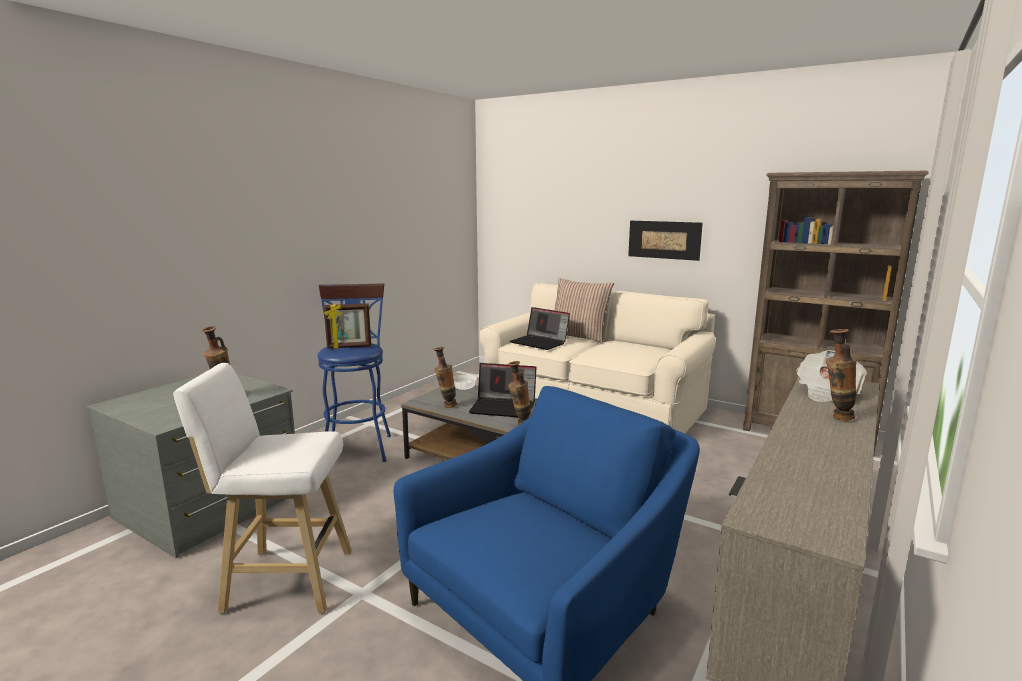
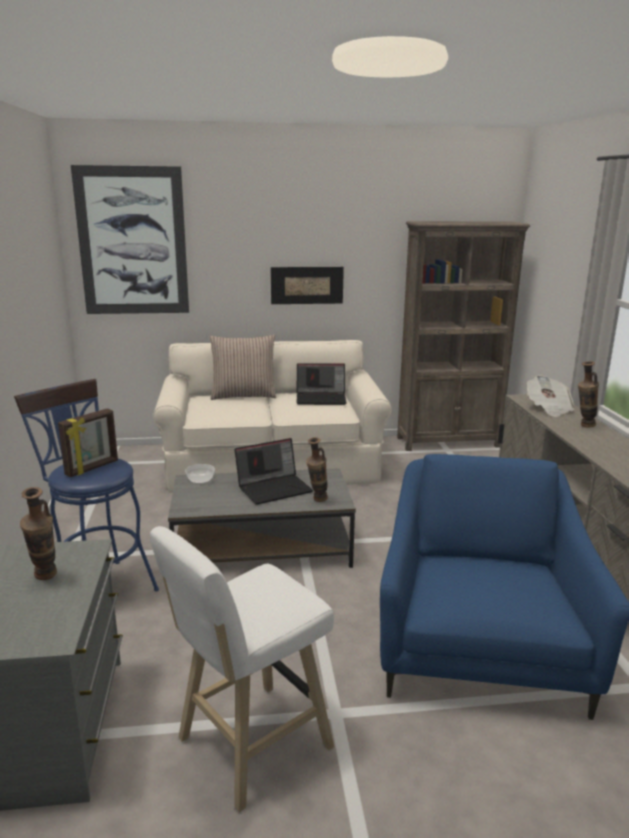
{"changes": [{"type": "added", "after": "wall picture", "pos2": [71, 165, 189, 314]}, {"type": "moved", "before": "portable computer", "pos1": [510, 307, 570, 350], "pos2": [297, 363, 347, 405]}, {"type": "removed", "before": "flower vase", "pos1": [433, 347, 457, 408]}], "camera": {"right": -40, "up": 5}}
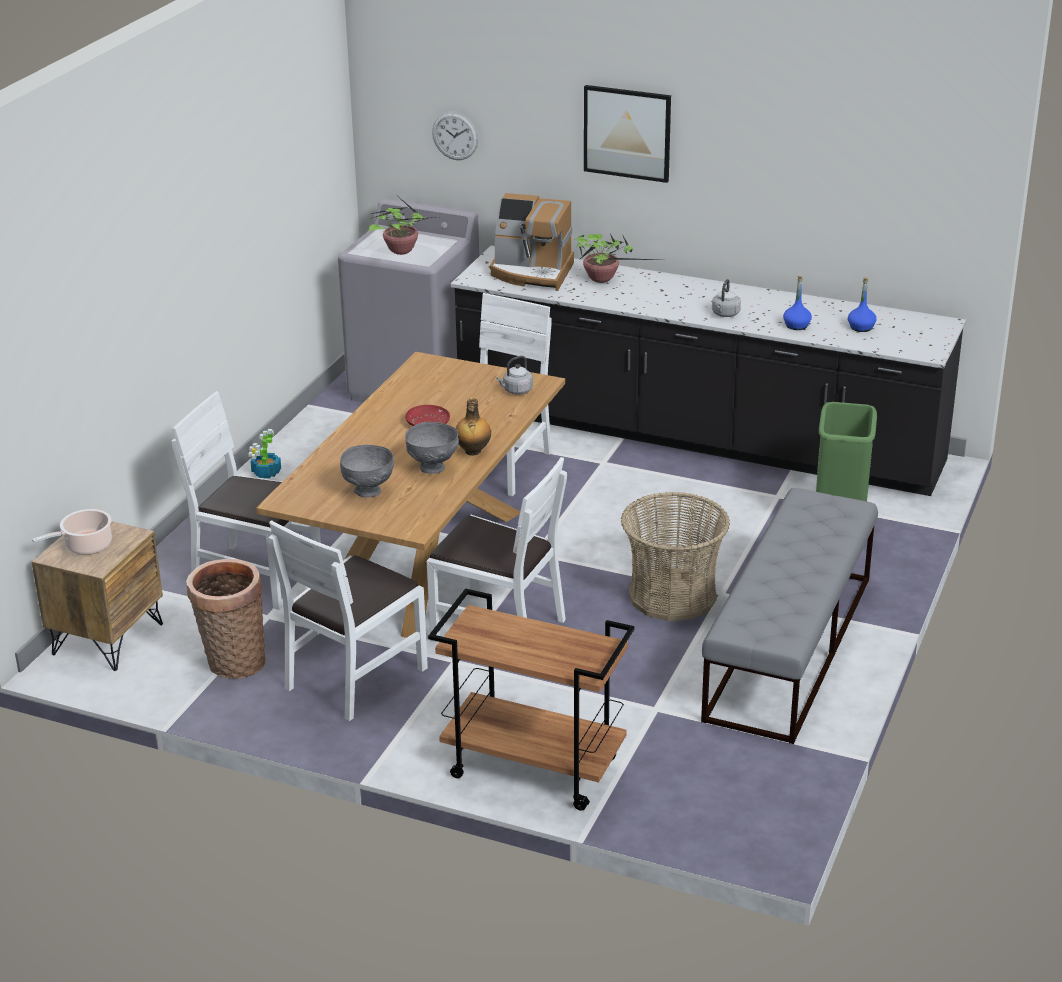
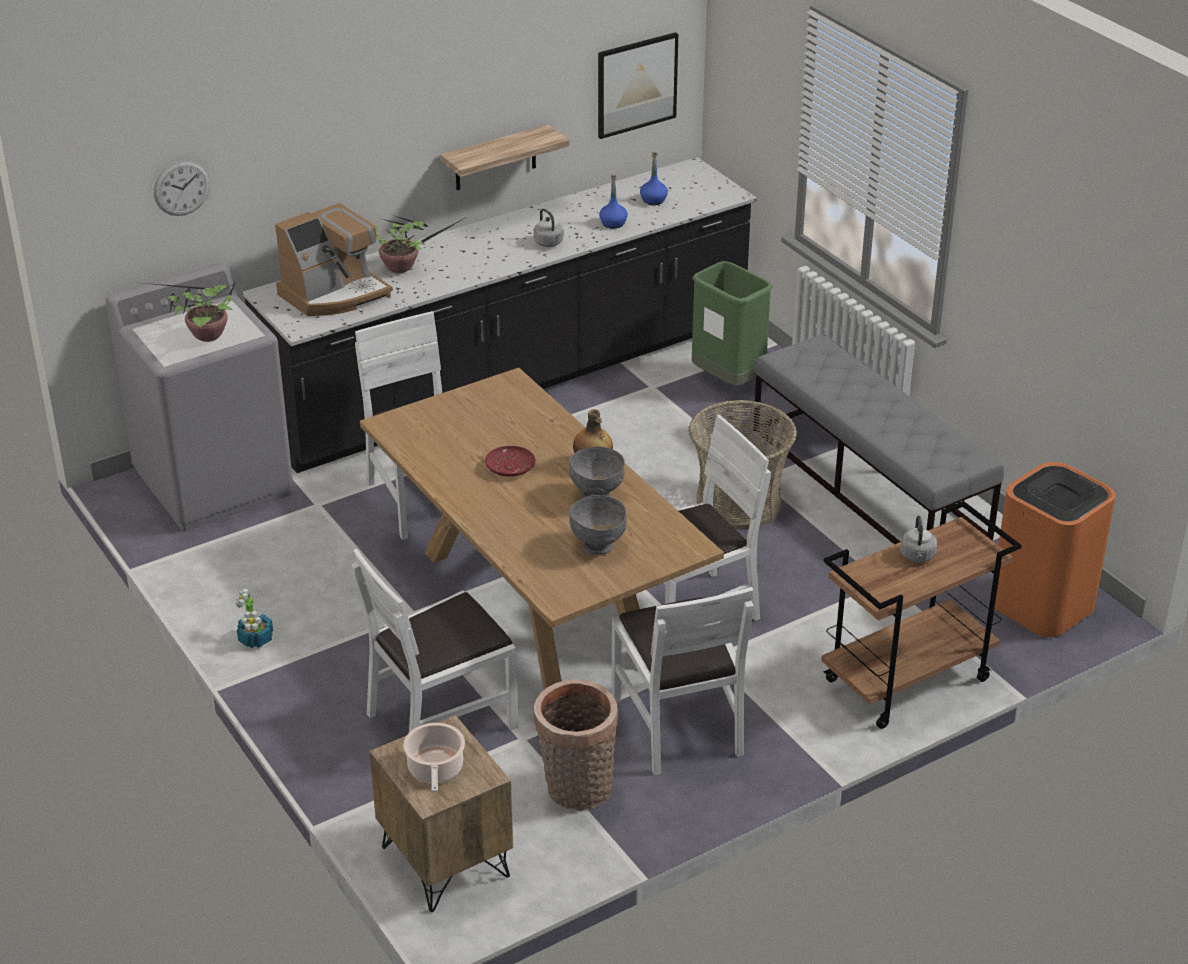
{"changes": [{"type": "added", "after": "wall shelf", "pos2": [440, 124, 570, 190]}, {"type": "moved", "before": "wall picture", "pos1": [584, 85, 671, 183], "pos2": [598, 32, 678, 139]}, {"type": "moved", "before": "gray kettle", "pos1": [496, 356, 533, 395], "pos2": [900, 515, 937, 563]}, {"type": "added", "after": "orange-coloured trash can", "pos2": [994, 462, 1116, 637]}], "camera": {"right": -55, "up": 5}}
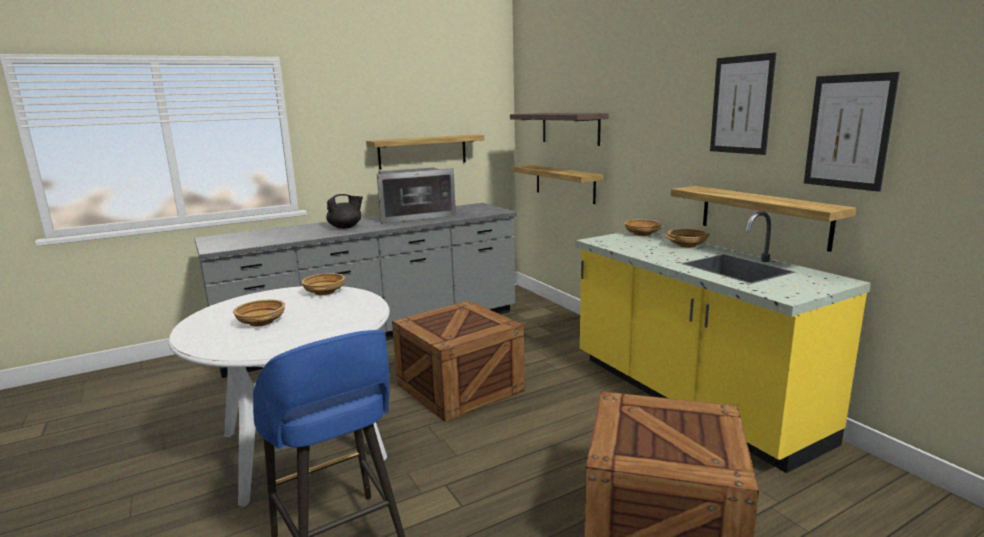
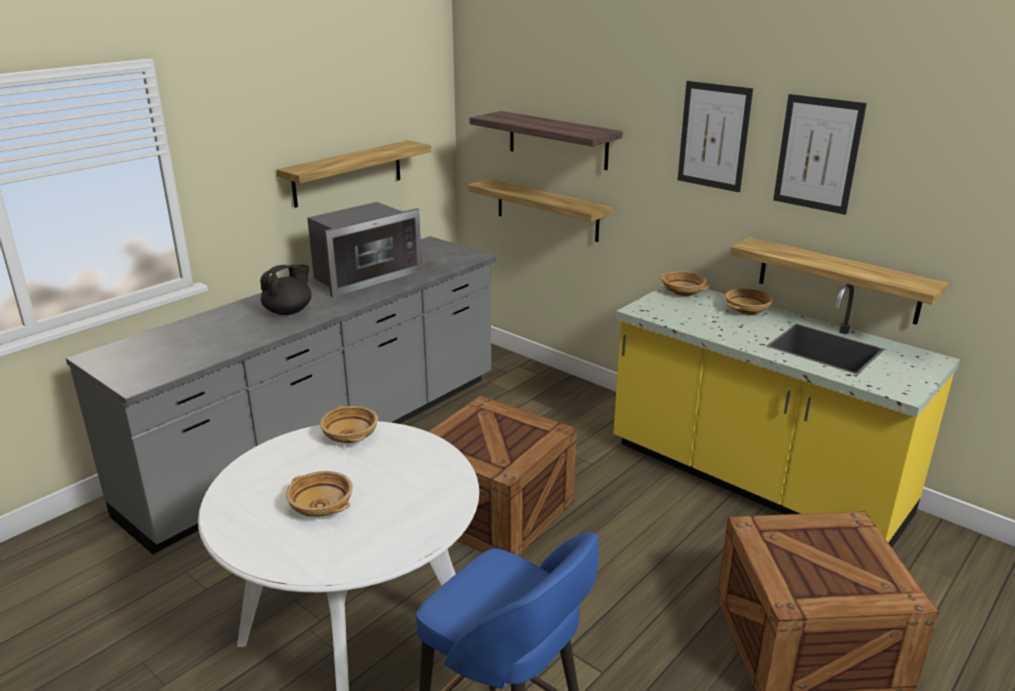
{"changes": [{"type": "moved", "before": "wall picture", "pos1": [804, 72, 900, 192], "pos2": [678, 81, 753, 192]}], "camera": {"right": -20, "up": 10}}
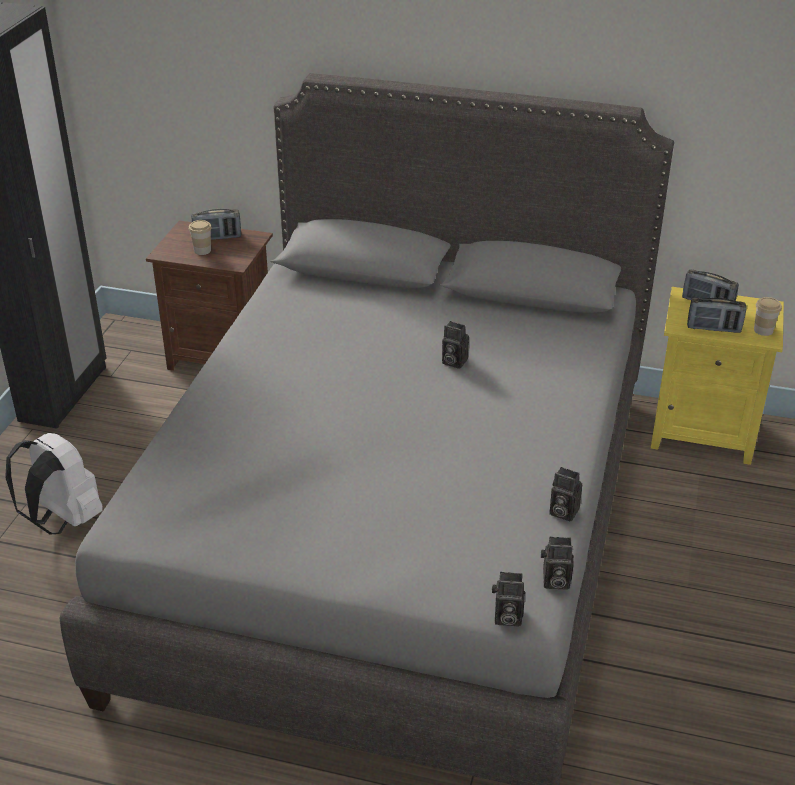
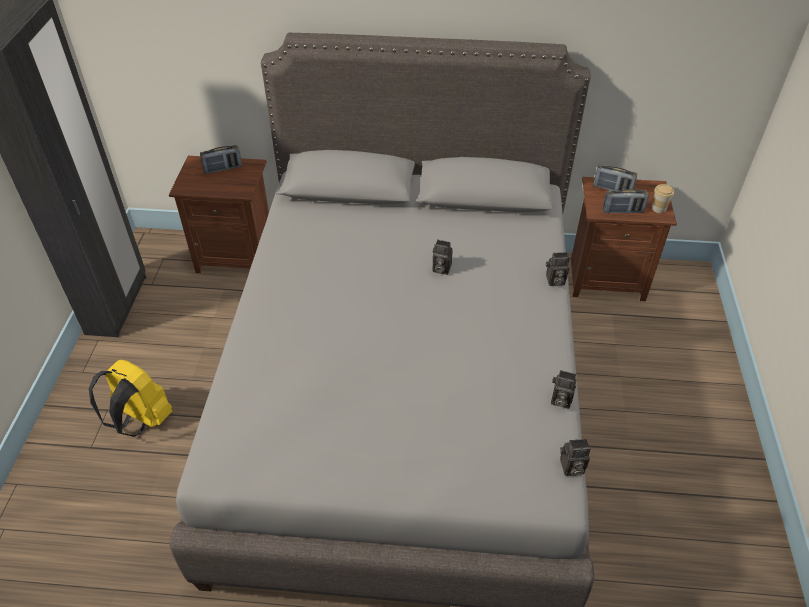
{"changes": [{"type": "recoloured", "before": "white-coloured knapsack", "after": "yellowish knapsack", "pos1": [5, 433, 103, 535], "pos2": [89, 360, 173, 437]}, {"type": "moved", "before": "still camera", "pos1": [492, 572, 525, 626], "pos2": [546, 252, 569, 286]}, {"type": "recoloured", "before": "yellowish night table", "after": "brownish night table", "pos1": [651, 287, 784, 465], "pos2": [571, 177, 677, 301]}, {"type": "removed", "before": "drinking cup", "pos1": [189, 220, 212, 255]}], "camera": {"right": -10, "up": 10}}
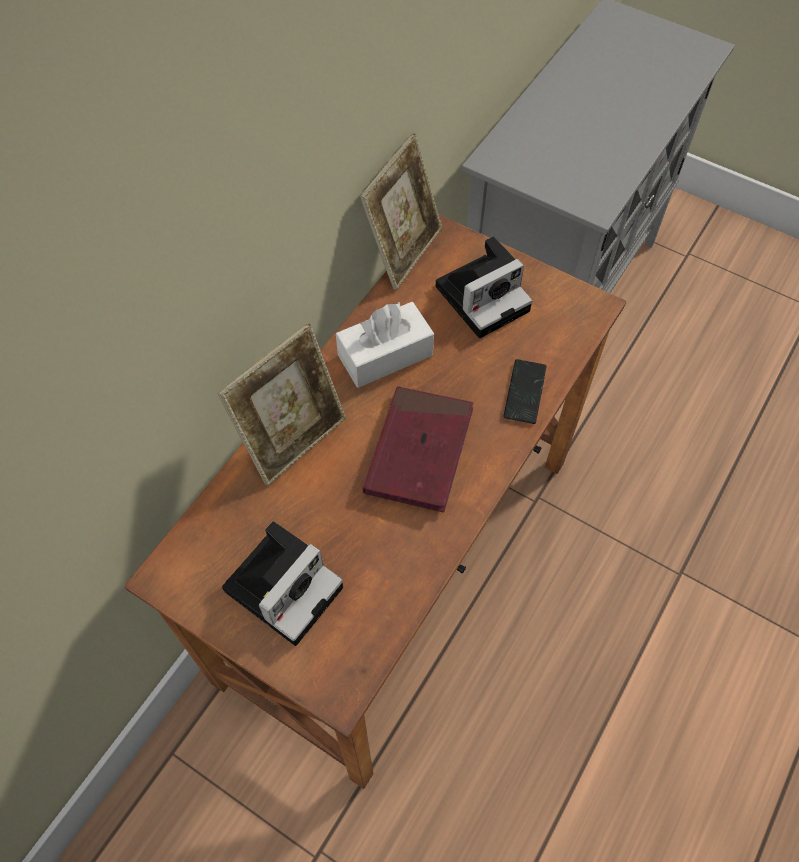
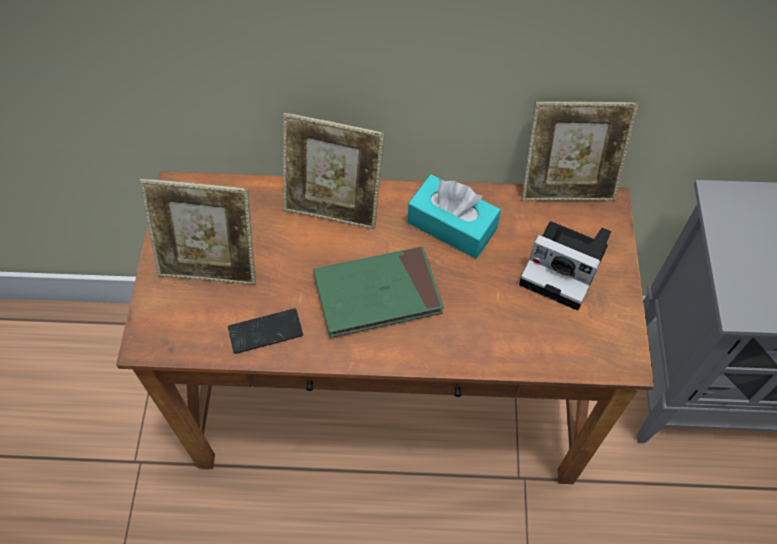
{"changes": [{"type": "replaced", "before": "still camera", "after": "standing frame", "pos1": [222, 521, 343, 646], "pos2": [139, 179, 256, 285]}, {"type": "moved", "before": "handset", "pos1": [503, 359, 547, 424], "pos2": [228, 308, 303, 354]}, {"type": "recoloured", "before": "red book", "after": "greenish book", "pos1": [362, 386, 473, 513], "pos2": [313, 246, 444, 338]}, {"type": "recoloured", "before": "white-coloured tissue box", "after": "turquoise tissue box", "pos1": [336, 302, 434, 388], "pos2": [408, 174, 501, 259]}], "camera": {"right": 60, "up": 0}}
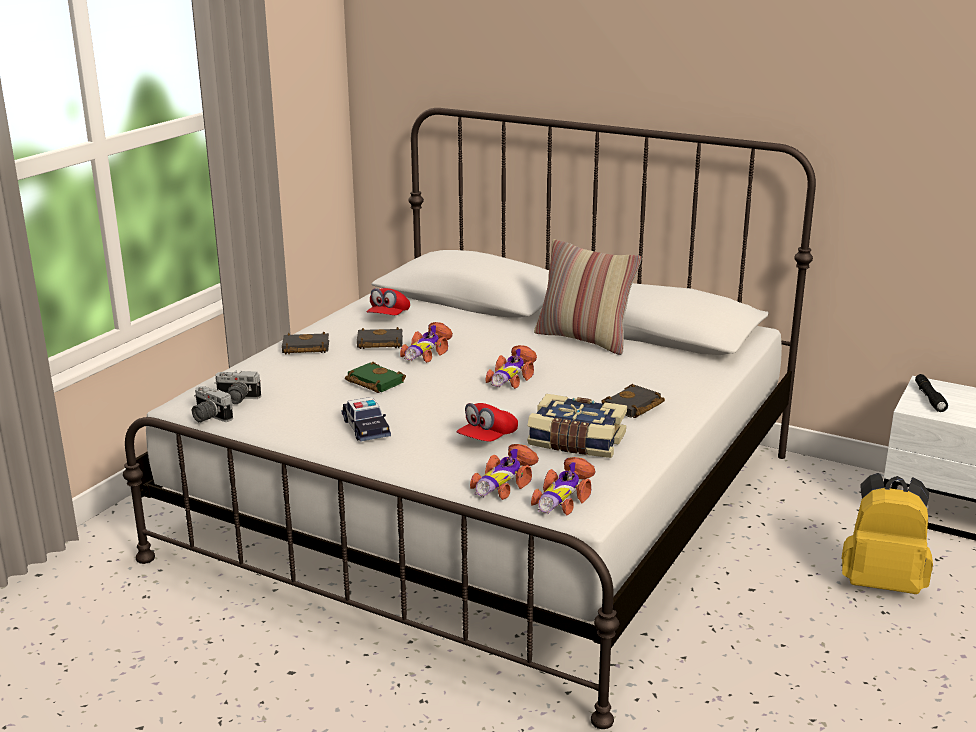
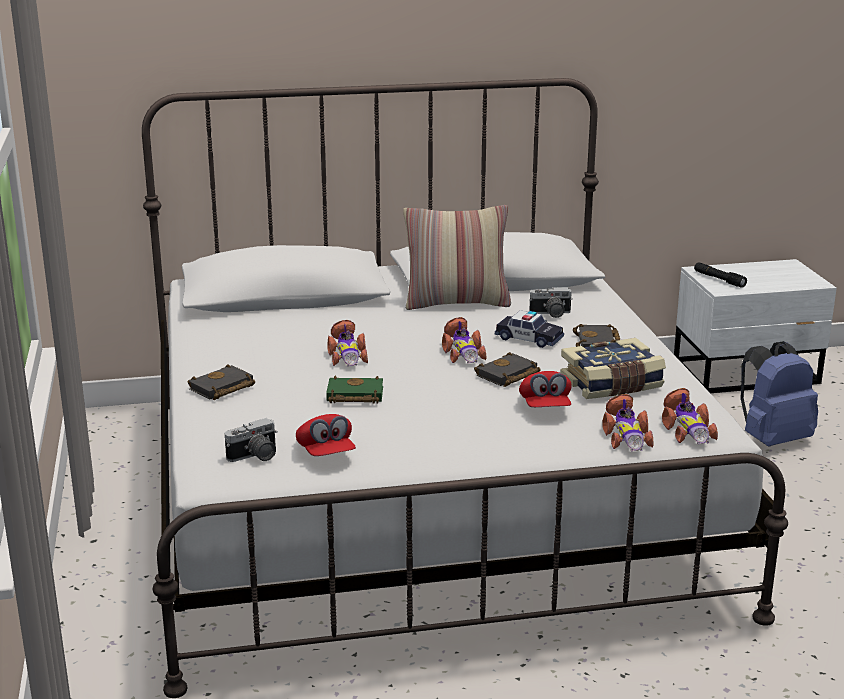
{"changes": [{"type": "moved", "before": "red peaked cap", "pos1": [367, 288, 410, 315], "pos2": [296, 414, 356, 456]}, {"type": "moved", "before": "black book", "pos1": [357, 327, 403, 349], "pos2": [474, 352, 541, 387]}, {"type": "moved", "before": "miniature car", "pos1": [342, 397, 391, 442], "pos2": [495, 310, 564, 348]}, {"type": "moved", "before": "still camera", "pos1": [192, 386, 233, 423], "pos2": [529, 287, 573, 318]}, {"type": "recoloured", "before": "yellowish knapsack", "after": "blue-coloured knapsack", "pos1": [842, 473, 933, 594], "pos2": [741, 341, 818, 446]}], "camera": {"right": -40, "up": 0}}
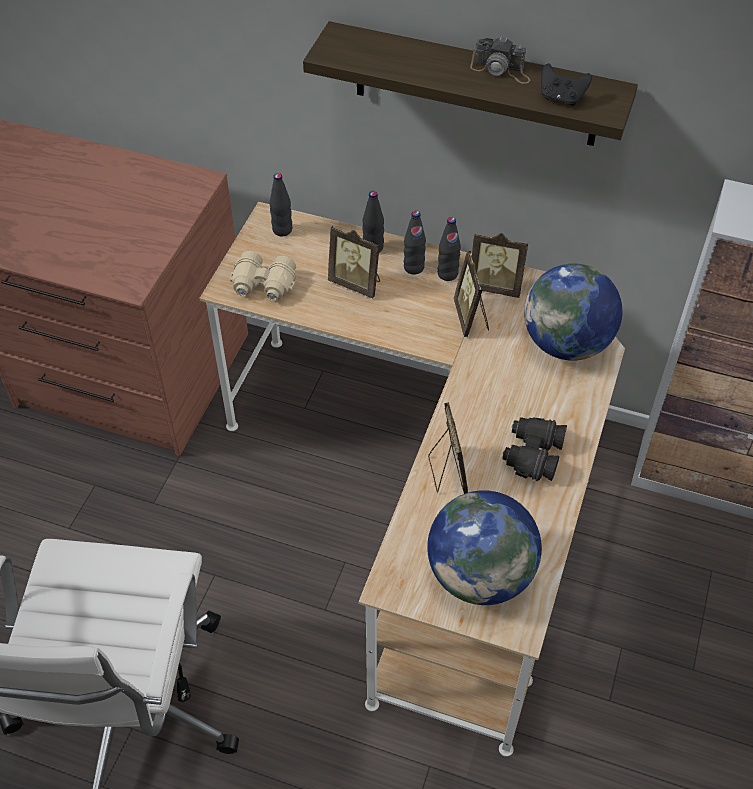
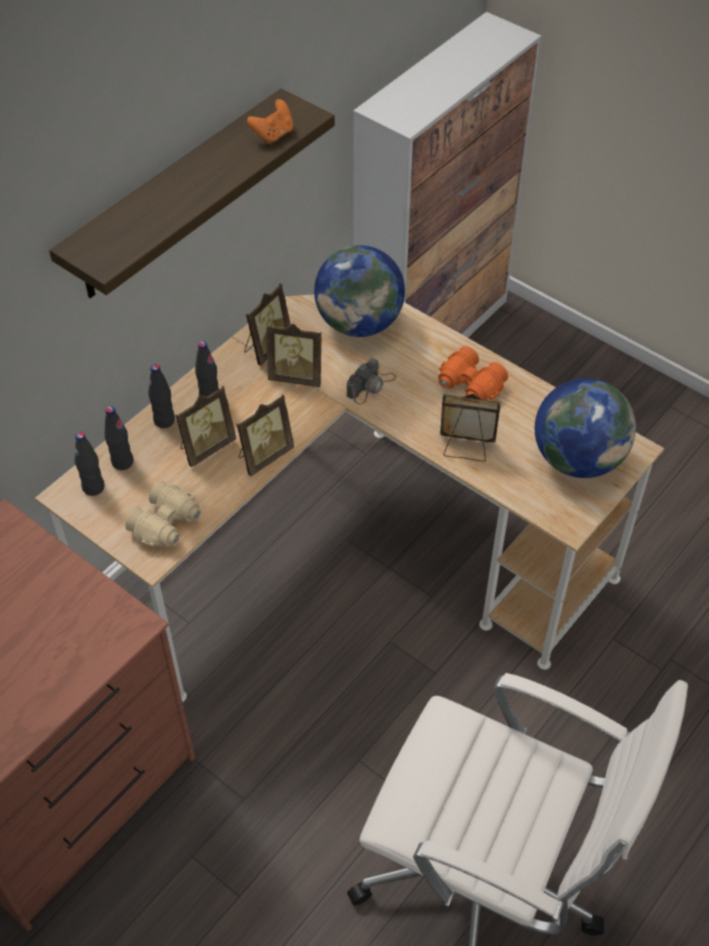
{"changes": [{"type": "moved", "before": "black beverage bottle", "pos1": [437, 217, 461, 281], "pos2": [105, 406, 133, 470]}, {"type": "added", "after": "standing frame", "pos2": [237, 395, 294, 476]}, {"type": "recoloured", "before": "black game controller", "after": "orange-coloured game controller", "pos1": [541, 63, 592, 106], "pos2": [247, 99, 294, 144]}, {"type": "moved", "before": "still camera", "pos1": [470, 36, 530, 84], "pos2": [347, 359, 396, 405]}, {"type": "recoloured", "before": "black binoculars", "after": "orange-coloured binoculars", "pos1": [502, 417, 567, 481], "pos2": [438, 346, 508, 400]}], "camera": {"right": -70, "up": 0}}
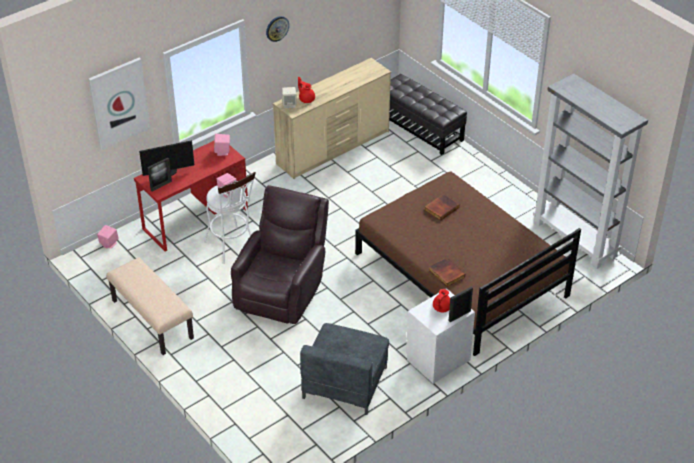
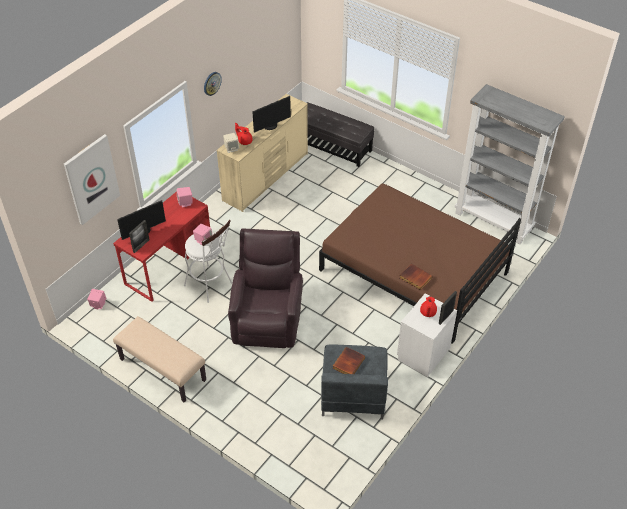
{"changes": [{"type": "added", "after": "monitor", "pos2": [252, 96, 291, 132]}, {"type": "moved", "before": "book", "pos1": [425, 194, 460, 221], "pos2": [332, 347, 365, 374]}], "camera": {"right": -15, "up": 5}}
